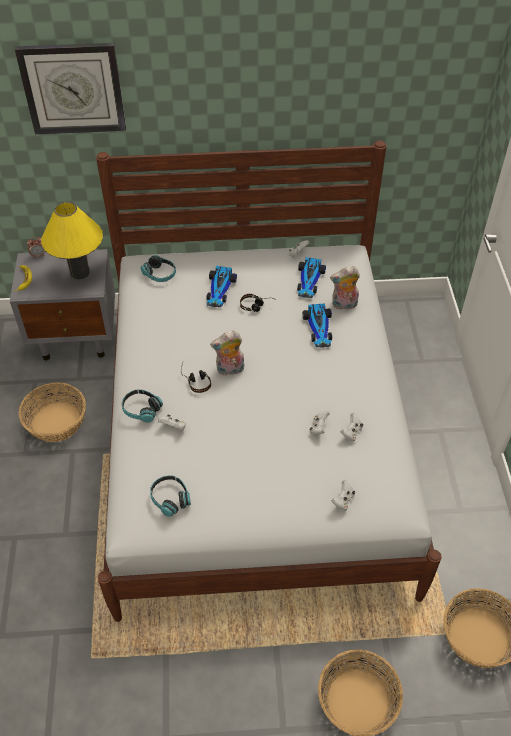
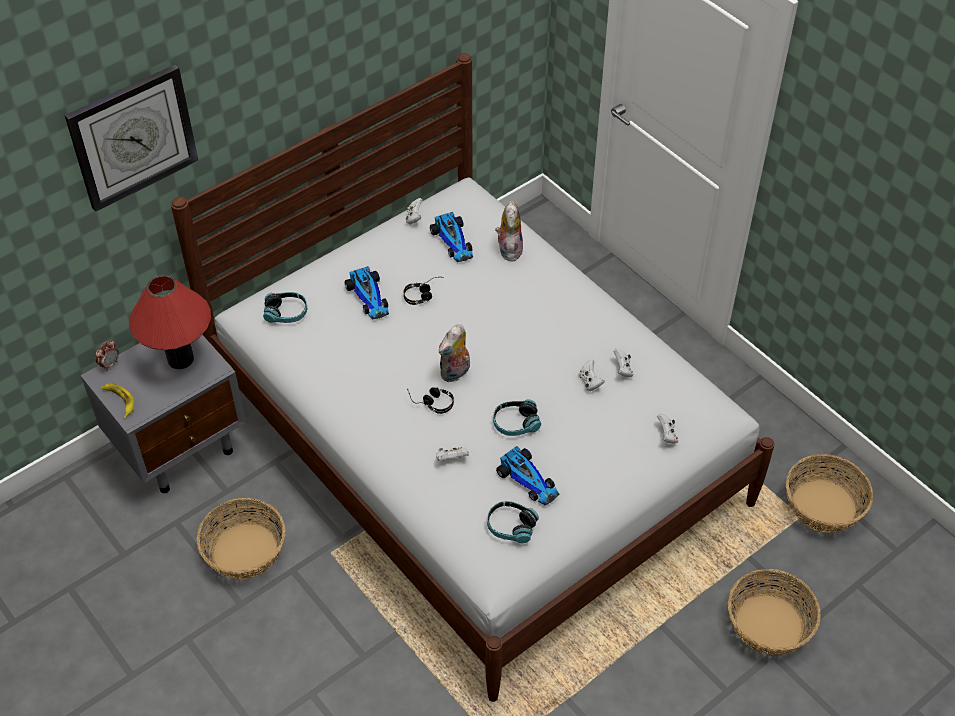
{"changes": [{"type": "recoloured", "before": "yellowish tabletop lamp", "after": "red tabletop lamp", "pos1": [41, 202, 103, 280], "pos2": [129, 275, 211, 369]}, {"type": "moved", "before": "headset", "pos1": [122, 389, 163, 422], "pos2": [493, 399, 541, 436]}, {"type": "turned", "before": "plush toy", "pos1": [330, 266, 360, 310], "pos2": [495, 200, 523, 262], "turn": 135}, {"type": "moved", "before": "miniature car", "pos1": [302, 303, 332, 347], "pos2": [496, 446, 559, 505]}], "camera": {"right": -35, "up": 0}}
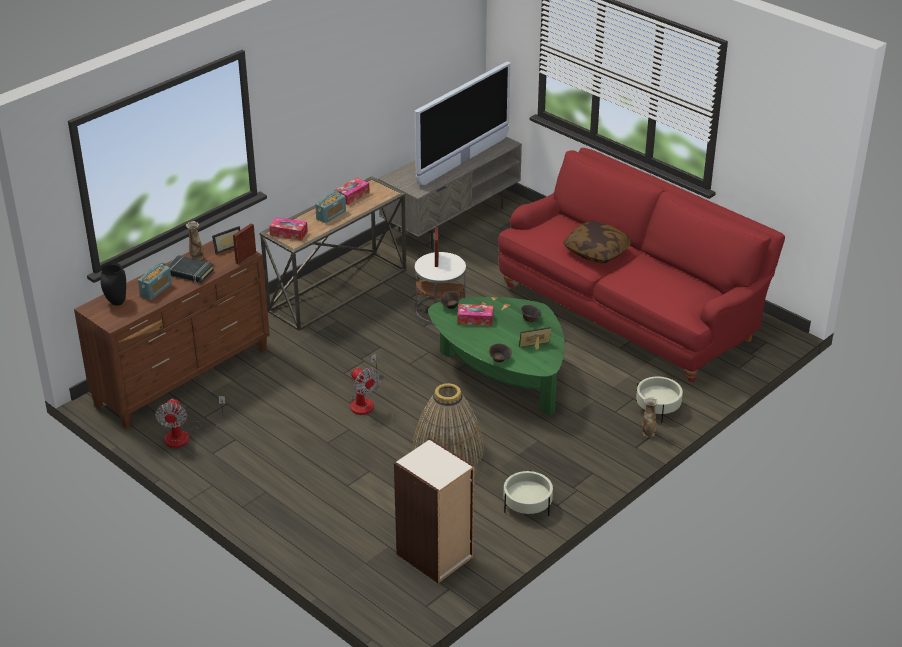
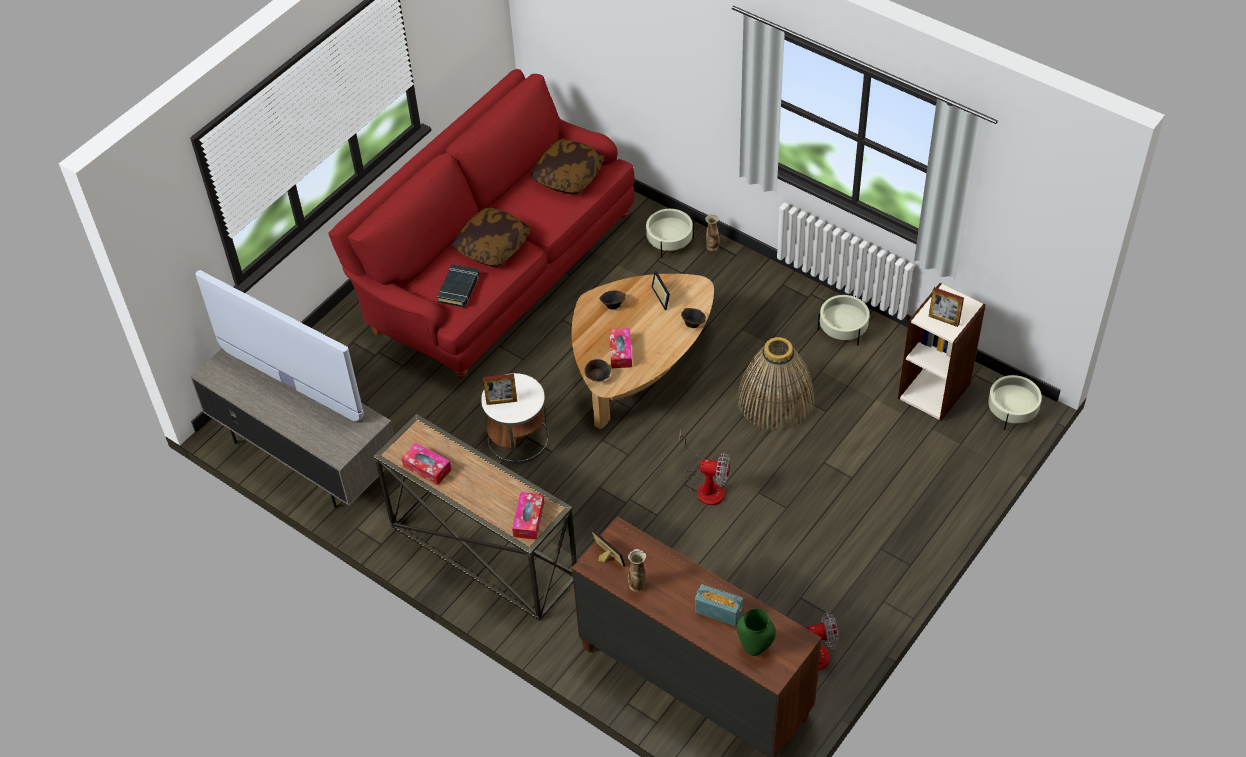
{"changes": [{"type": "moved", "before": "black book", "pos1": [167, 255, 214, 283], "pos2": [437, 264, 480, 307]}, {"type": "added", "after": "cushion", "pos2": [531, 139, 604, 194]}, {"type": "recoloured", "before": "greenish low table", "after": "brownish low table", "pos1": [428, 297, 565, 415], "pos2": [572, 274, 714, 429]}, {"type": "turned", "before": "cooling fan", "pos1": [350, 354, 381, 415], "pos2": [679, 430, 730, 505], "turn": 60}, {"type": "recoloured", "before": "black flower vase", "after": "greenish flower vase", "pos1": [100, 263, 126, 306], "pos2": [737, 608, 776, 656]}, {"type": "moved", "before": "standing frame", "pos1": [233, 224, 256, 265], "pos2": [929, 287, 964, 327]}, {"type": "added", "after": "sand-coloured flower pot", "pos2": [988, 375, 1042, 430]}, {"type": "removed", "before": "radio set", "pos1": [315, 190, 346, 223]}], "camera": {"right": -95, "up": 15}}
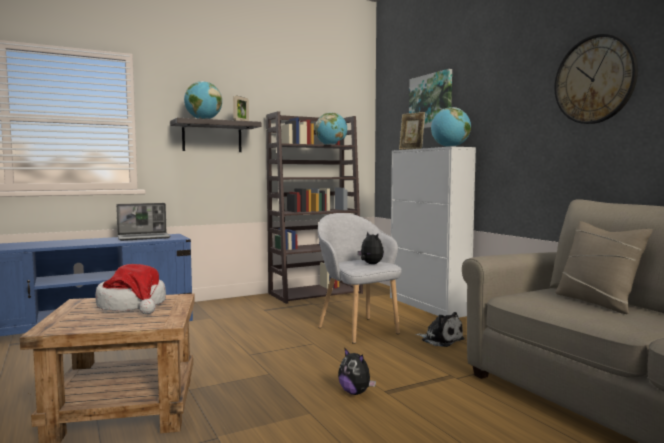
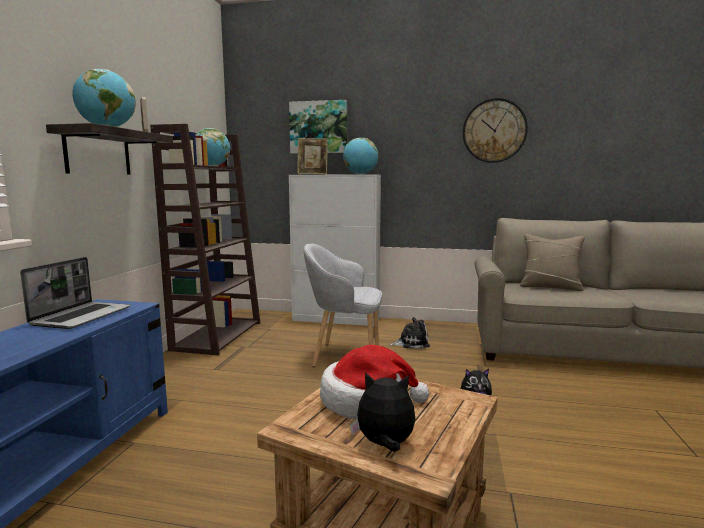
{"changes": [{"type": "moved", "before": "plush toy", "pos1": [358, 231, 384, 264], "pos2": [350, 372, 415, 452]}], "camera": {"right": -50, "up": 5}}
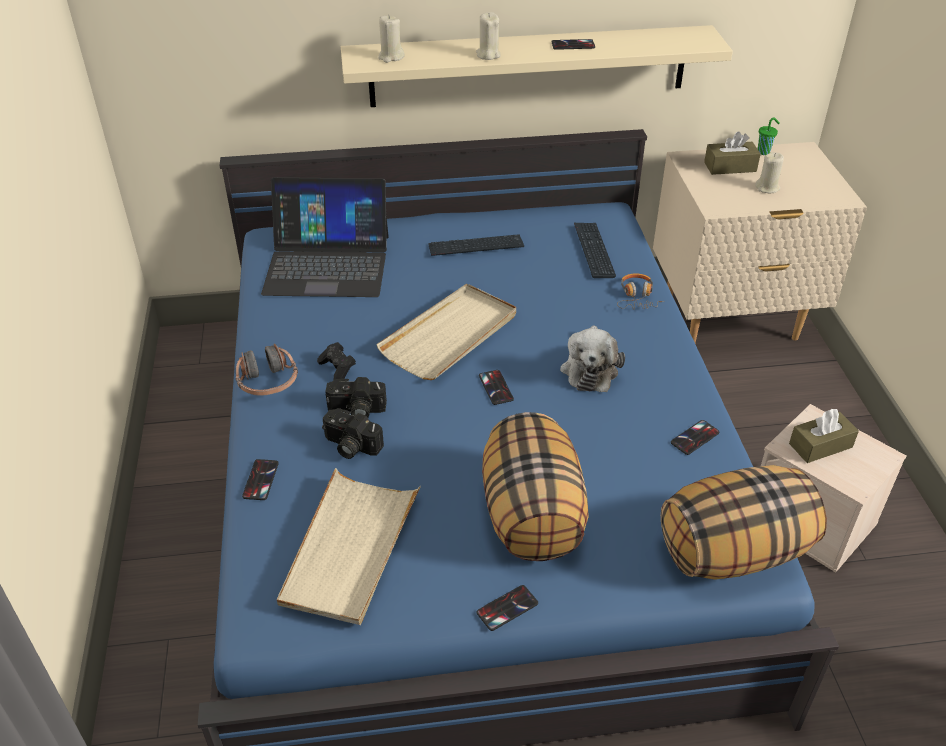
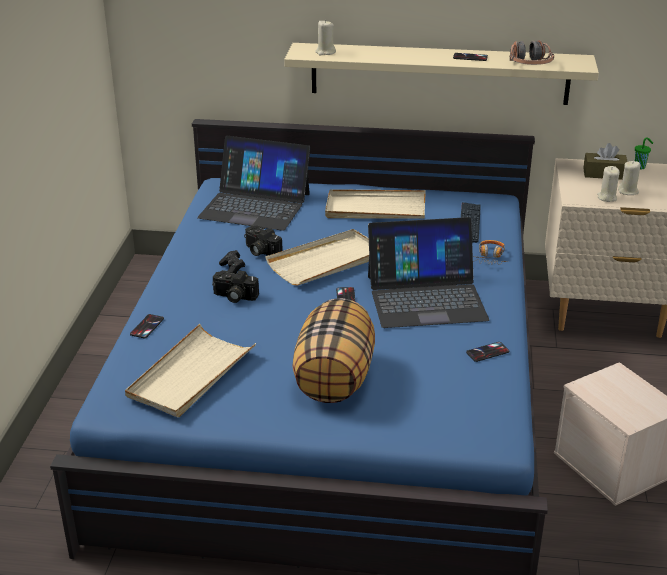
{"changes": [{"type": "moved", "before": "still camera", "pos1": [322, 408, 384, 459], "pos2": [244, 225, 283, 256]}, {"type": "replaced", "before": "computer keyboard", "after": "sand-coloured carrying tray", "pos1": [428, 234, 524, 256], "pos2": [325, 189, 426, 219]}, {"type": "replaced", "before": "plush toy", "after": "portable computer", "pos1": [560, 325, 625, 392], "pos2": [368, 217, 489, 328]}, {"type": "moved", "before": "headset", "pos1": [236, 344, 298, 396], "pos2": [510, 40, 554, 65]}, {"type": "moved", "before": "sand-coloured wax light", "pos1": [476, 12, 501, 60], "pos2": [597, 166, 620, 202]}, {"type": "removed", "before": "handset", "pos1": [477, 585, 538, 631]}, {"type": "removed", "before": "cushion", "pos1": [661, 465, 827, 580]}, {"type": "removed", "before": "brownish tissue box", "pos1": [789, 409, 859, 463]}], "camera": {"right": 15, "up": -10}}
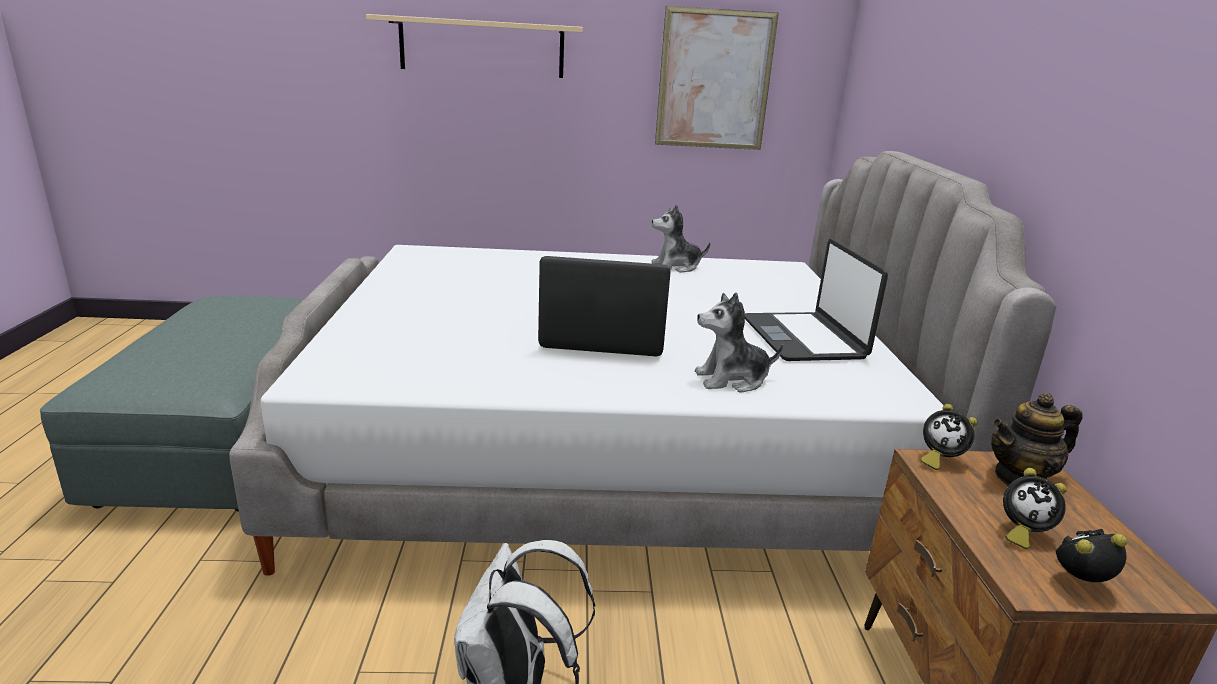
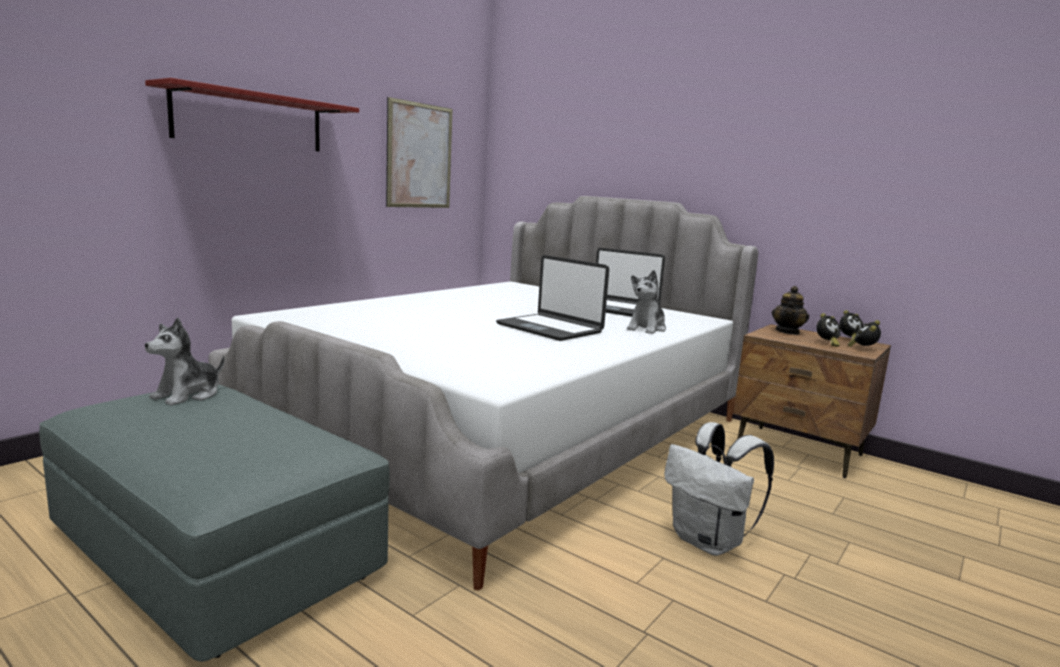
{"changes": [{"type": "recoloured", "before": "sand-coloured wall shelf", "after": "red wall shelf", "pos1": [366, 14, 583, 78], "pos2": [145, 78, 359, 151]}, {"type": "moved", "before": "plush toy", "pos1": [652, 204, 710, 273], "pos2": [145, 318, 225, 406]}, {"type": "turned", "before": "portable computer", "pos1": [538, 256, 671, 357], "pos2": [496, 255, 609, 341], "turn": -90}, {"type": "moved", "before": "table clock", "pos1": [920, 404, 978, 470], "pos2": [839, 310, 863, 343]}], "camera": {"right": -50, "up": -10}}
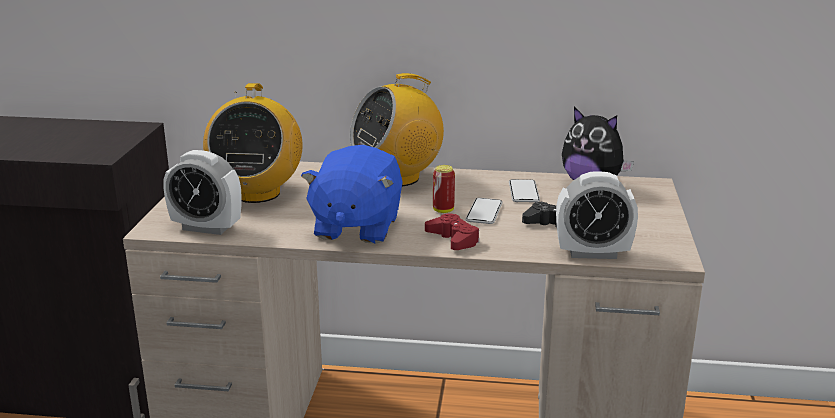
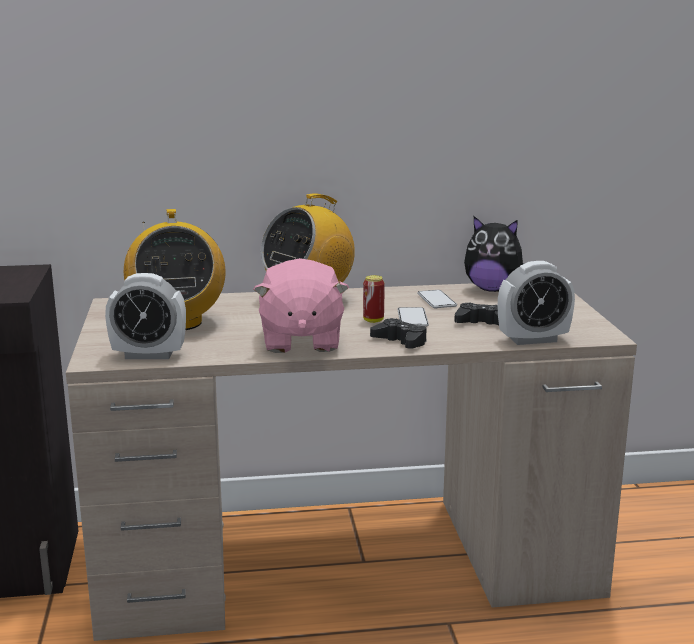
{"changes": [{"type": "recoloured", "before": "blue-coloured plush toy", "after": "pinkish plush toy", "pos1": [301, 145, 403, 244], "pos2": [253, 258, 349, 353]}, {"type": "recoloured", "before": "red game controller", "after": "black game controller", "pos1": [425, 213, 479, 250], "pos2": [370, 318, 427, 349]}], "camera": {"right": -15, "up": -5}}
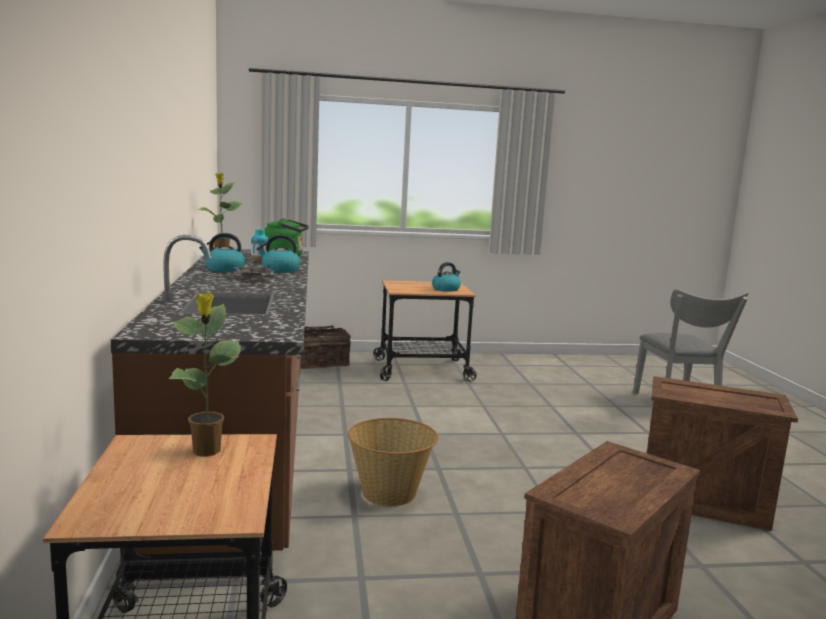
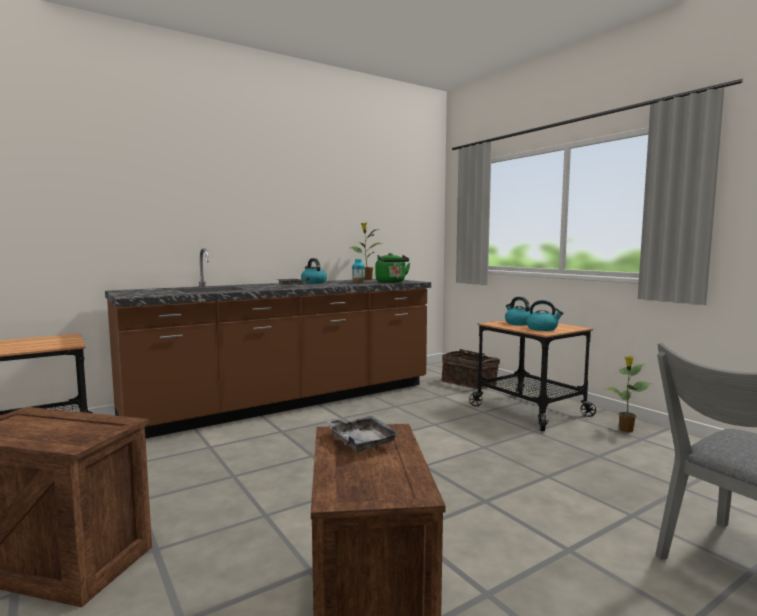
{"changes": [{"type": "added", "after": "gray carrying tray", "pos2": [325, 416, 401, 452]}, {"type": "moved", "before": "kettle", "pos1": [256, 234, 300, 273], "pos2": [505, 297, 530, 325]}, {"type": "moved", "before": "plant in a pot", "pos1": [168, 292, 241, 457], "pos2": [605, 356, 652, 432]}, {"type": "removed", "before": "storage basket", "pos1": [348, 418, 439, 506]}], "camera": {"right": 65, "up": -5}}
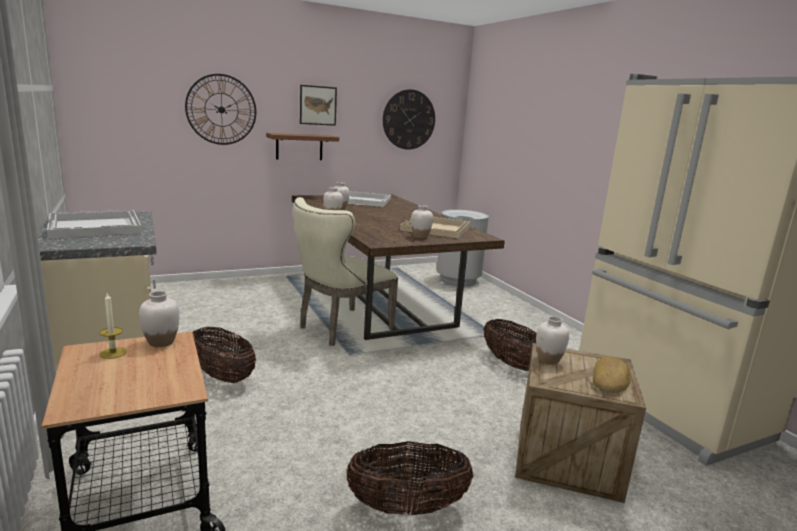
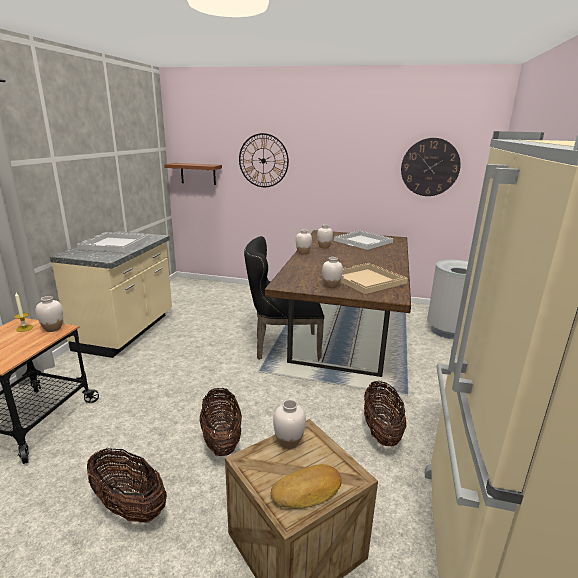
{"changes": [{"type": "moved", "before": "brownish wall shelf", "pos1": [266, 133, 339, 160], "pos2": [164, 163, 222, 185]}, {"type": "moved", "before": "storage basket", "pos1": [193, 327, 256, 383], "pos2": [200, 388, 242, 456]}, {"type": "recoloured", "before": "sand-coloured plain chair", "after": "black plain chair", "pos1": [293, 197, 398, 346], "pos2": [244, 236, 324, 362]}, {"type": "removed", "before": "wall picture", "pos1": [300, 85, 337, 126]}], "camera": {"right": 40, "up": 5}}
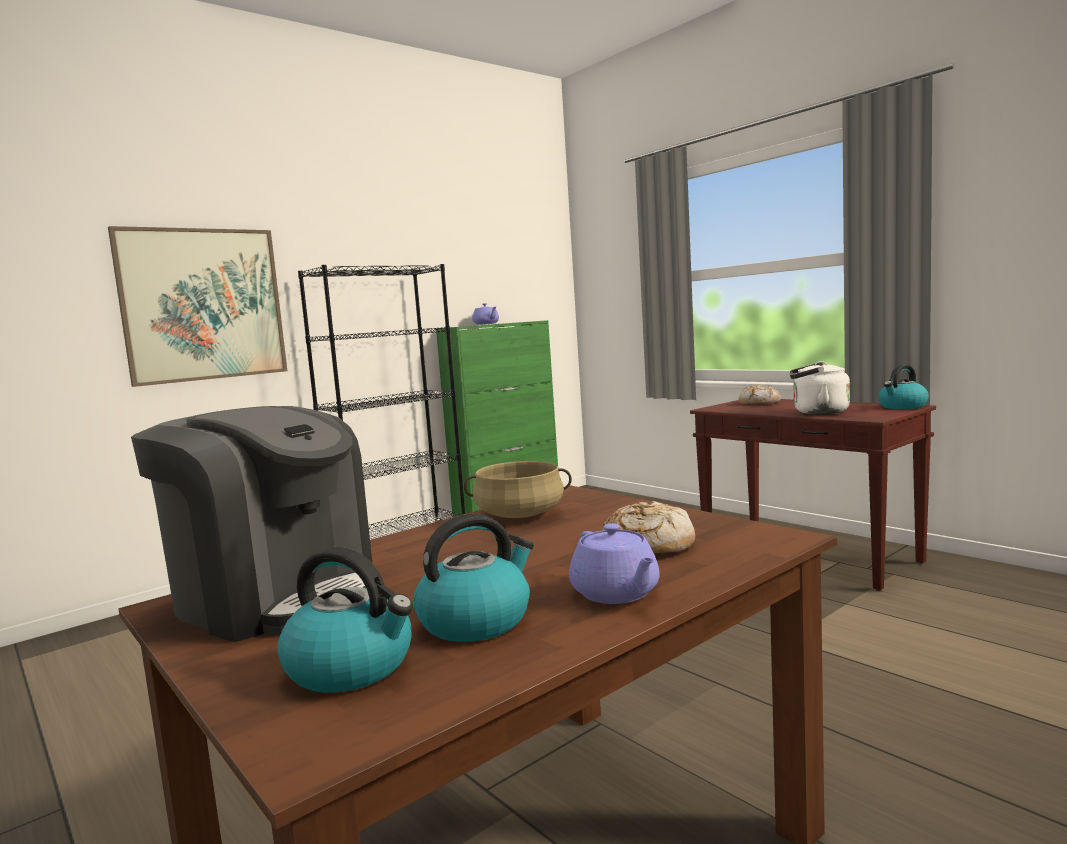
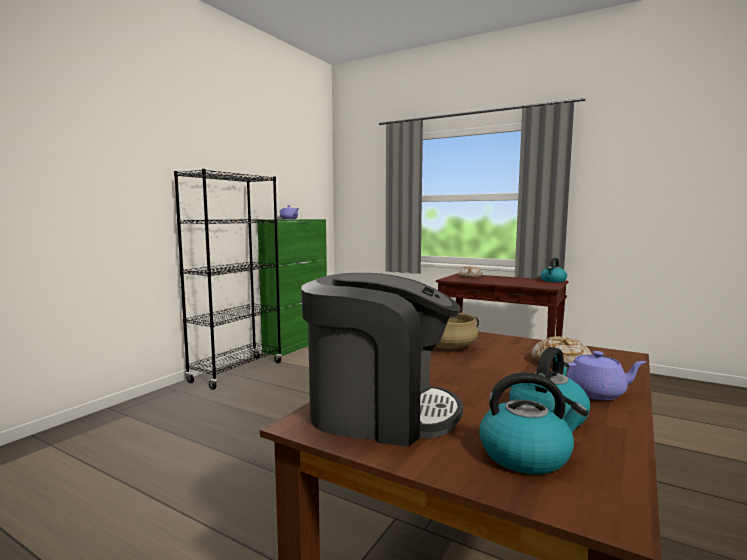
{"changes": [{"type": "turned", "before": "purple-coloured tea pot", "pos1": [569, 524, 659, 604], "pos2": [566, 351, 646, 400], "turn": -45}, {"type": "removed", "before": "wall picture", "pos1": [108, 226, 287, 387]}, {"type": "removed", "before": "white-coloured kettle", "pos1": [789, 361, 850, 415]}], "camera": {"right": -20, "up": 0}}
